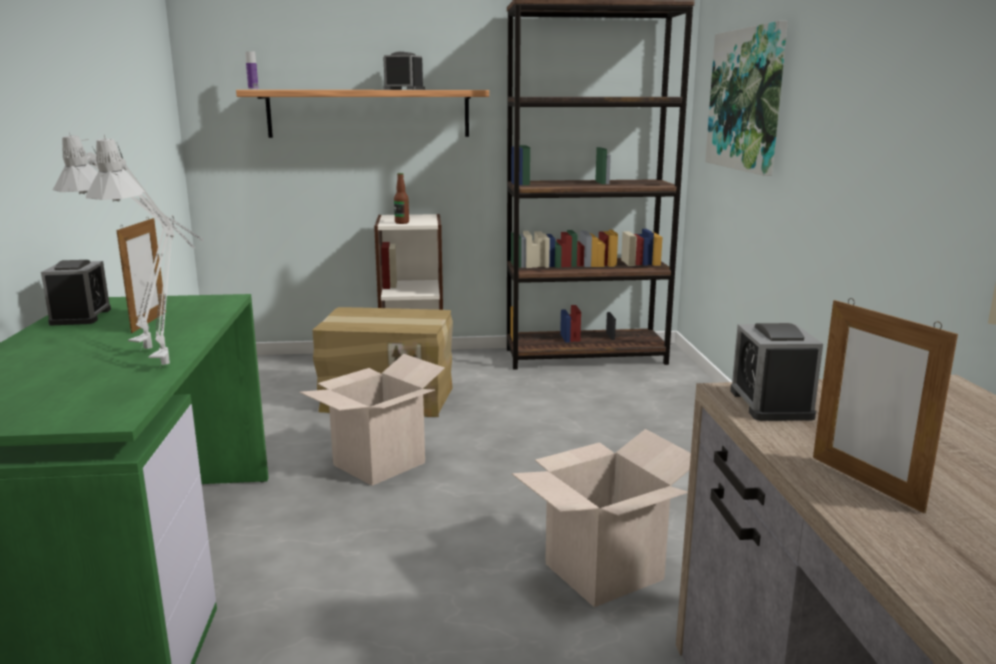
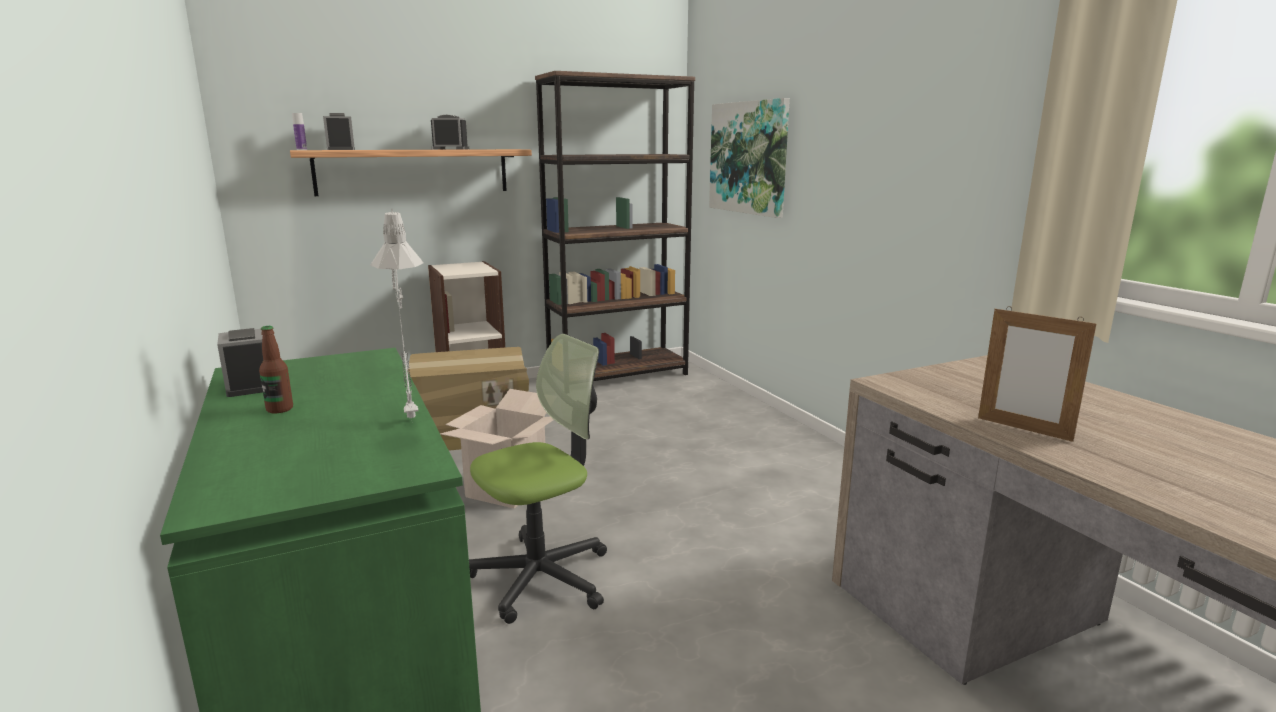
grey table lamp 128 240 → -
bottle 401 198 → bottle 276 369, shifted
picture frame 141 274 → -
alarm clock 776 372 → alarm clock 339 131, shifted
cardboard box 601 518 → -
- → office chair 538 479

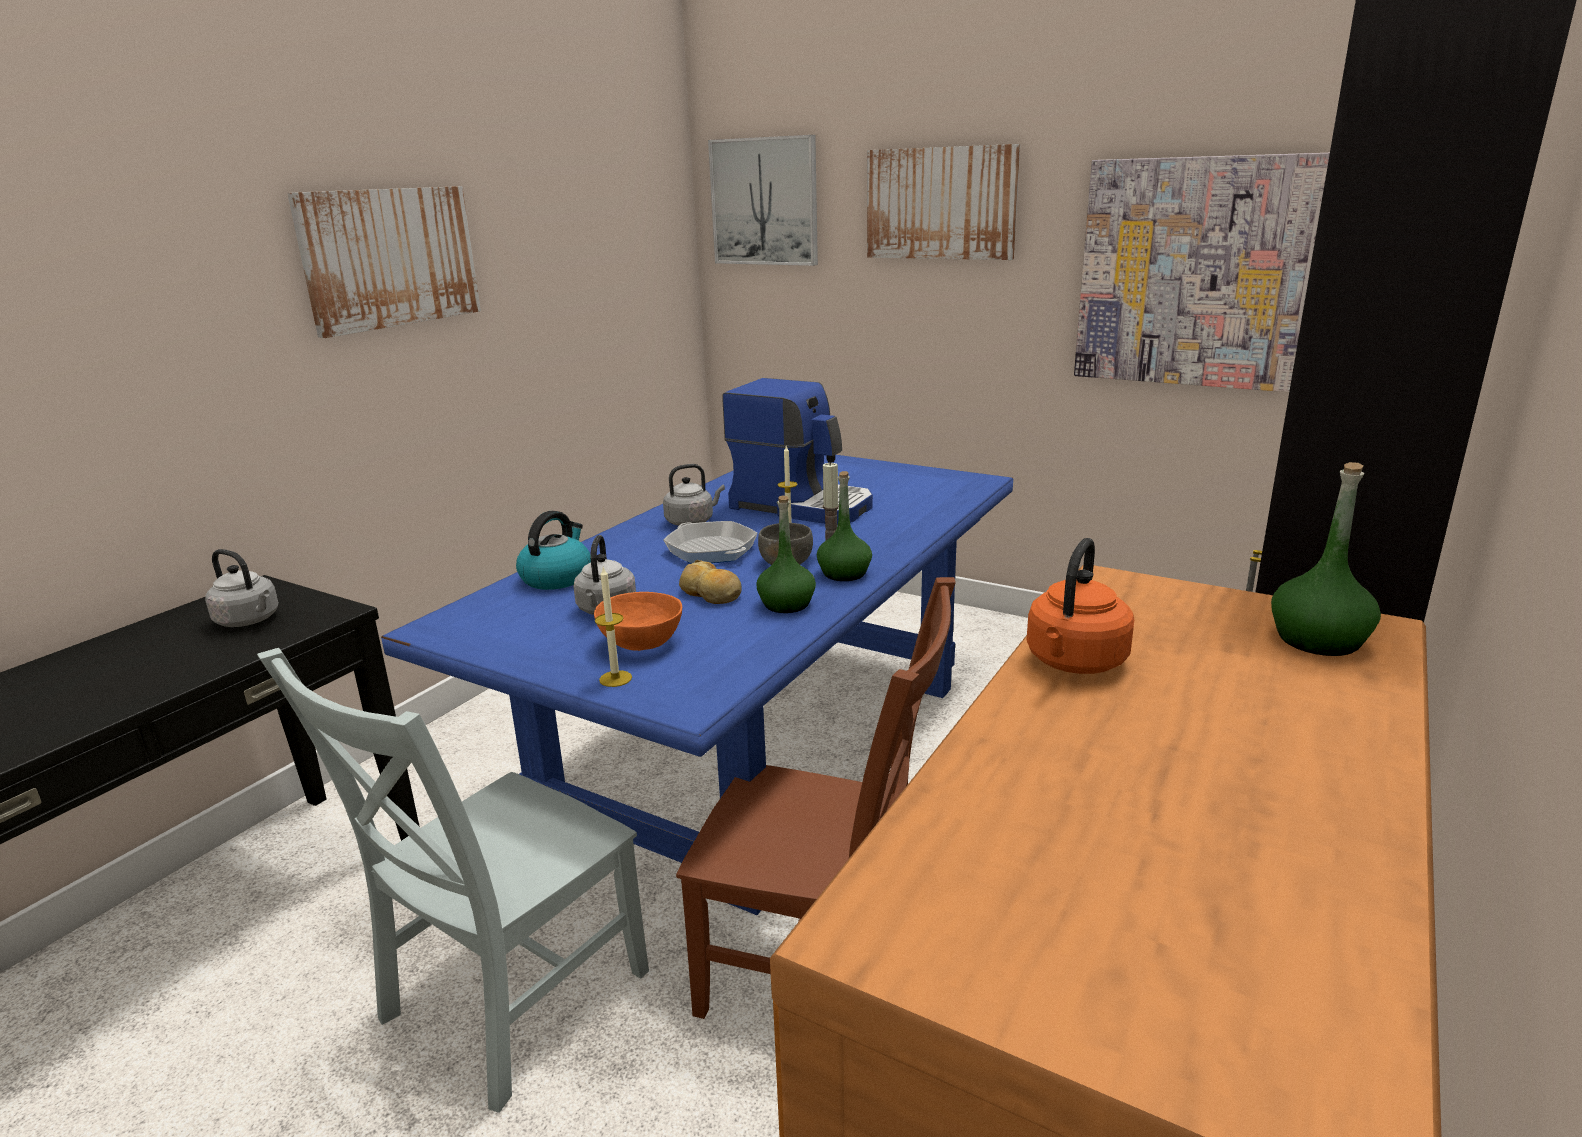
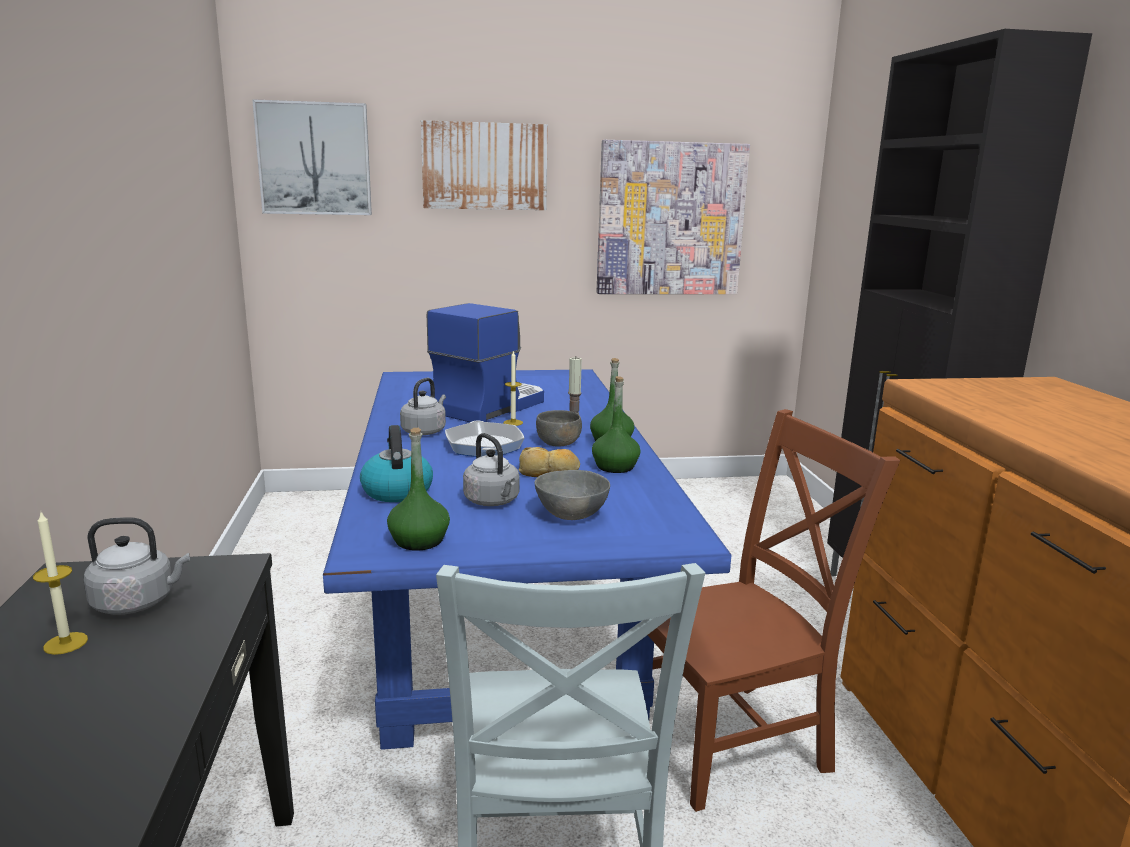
picture 384 262 → -
coffee machine 797 451 → coffee machine 485 362, 45 degrees counterclockwise
green bottle 1326 559 → green bottle 418 489, shifted
frying pan 710 542 → frying pan 484 439, 120 degrees counterclockwise
orange kettle 1080 606 → -
candle 613 627 → candle 60 583, shifted
orange bowl 638 621 → grey bowl 572 495

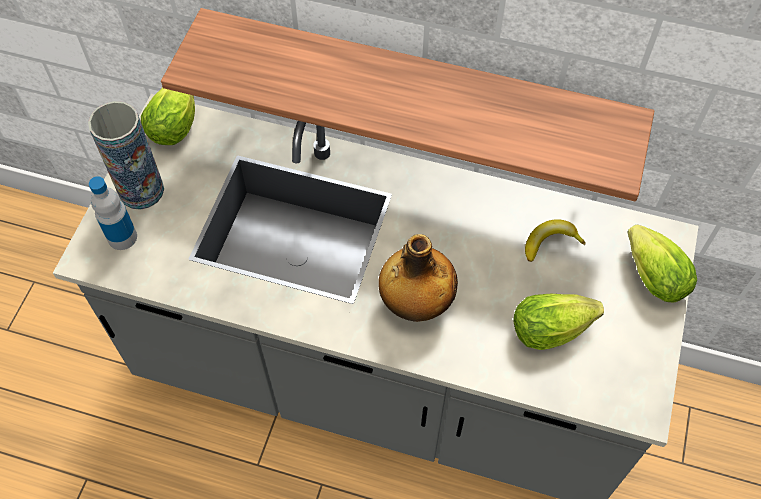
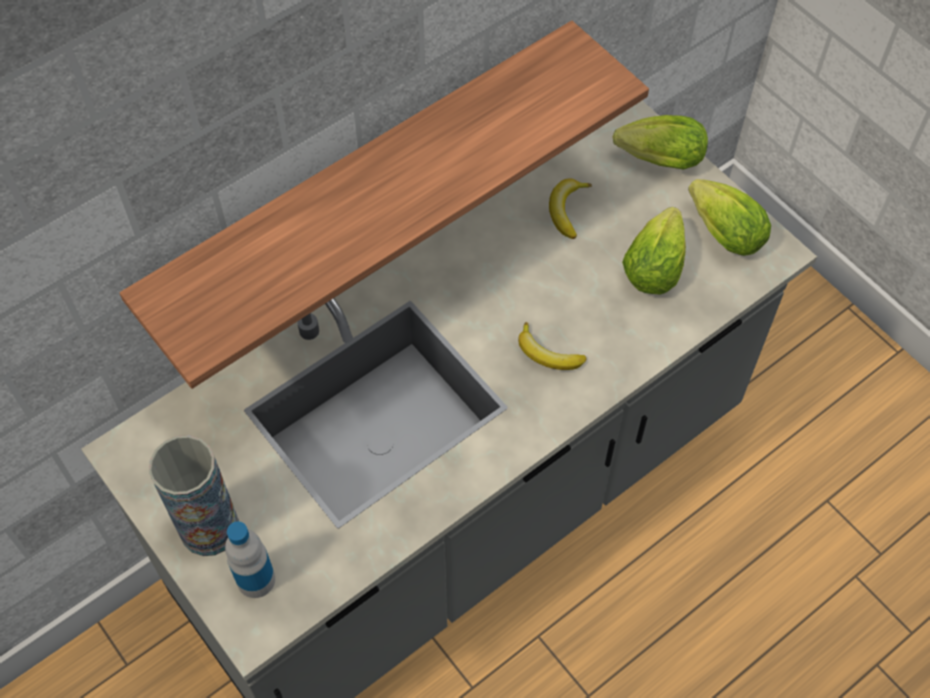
lettuce 168 116 → lettuce 729 217, shifted
bottle 418 278 → banana 552 346

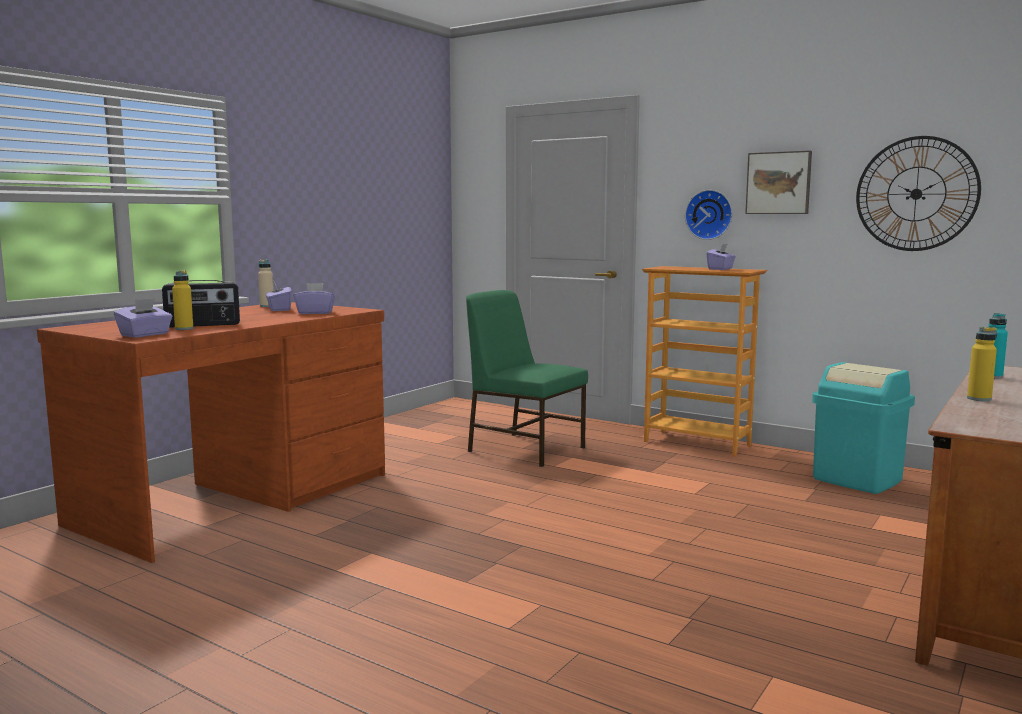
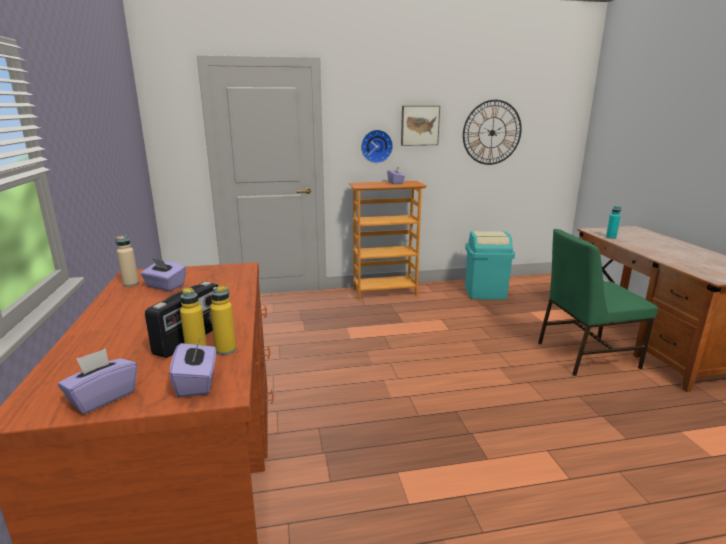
purple tissue box 314 298 → purple tissue box 97 381, shifted
green chair 527 378 → green chair 598 302, shifted
yellow bottle 982 364 → yellow bottle 223 320, shifted

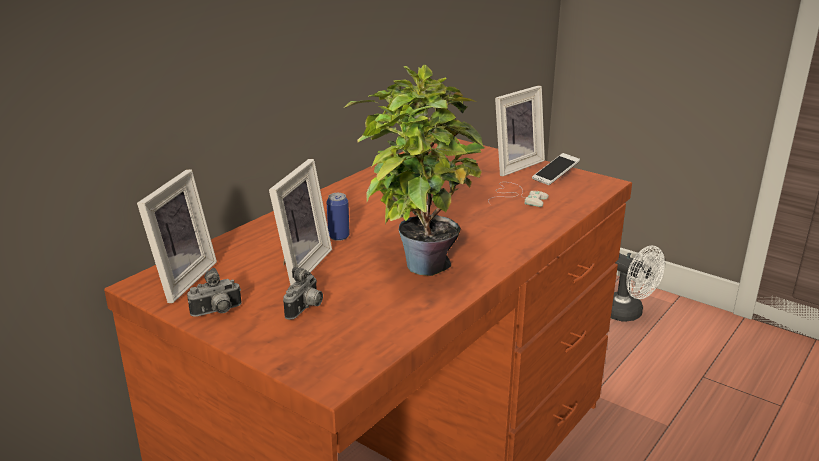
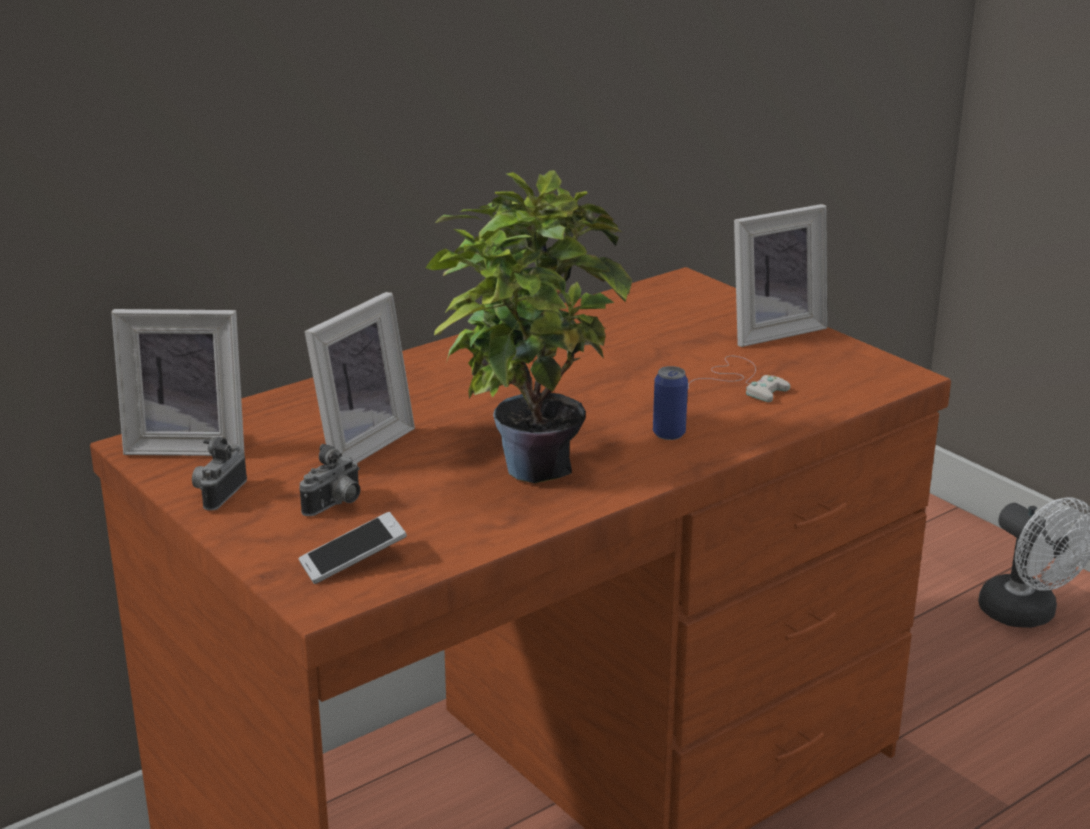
phone 556 169 → phone 352 548, shifted
picture frame 177 236 → picture frame 178 382, 60 degrees clockwise
can 338 217 → can 670 403, shifted
photo camera 214 292 → photo camera 219 474, 120 degrees clockwise

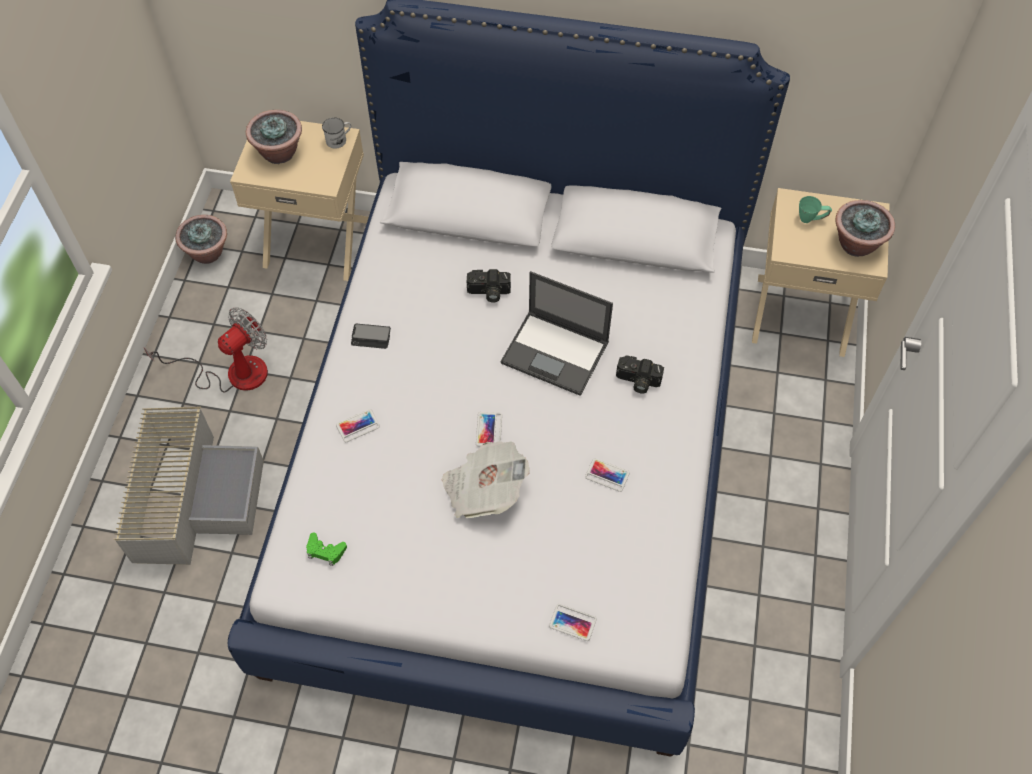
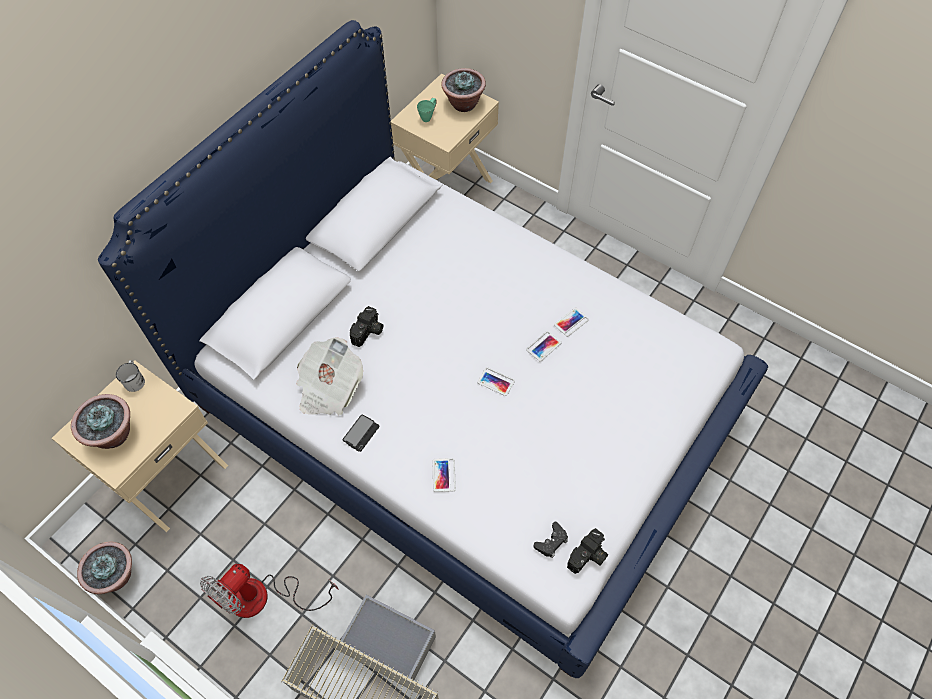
laptop 556 333 → -
fan 206 350 → fan 269 591, 120 degrees counterclockwise
photo camera 640 375 → photo camera 587 551, shifted
newspaper 486 479 → newspaper 329 376, shifted
green game controller 326 549 → black game controller 550 540
phone 573 622 → phone 543 346, shifted

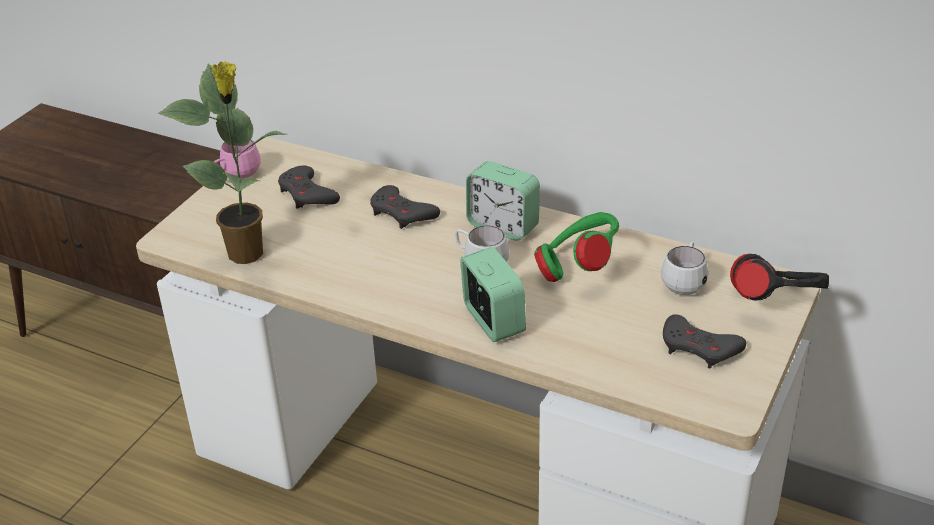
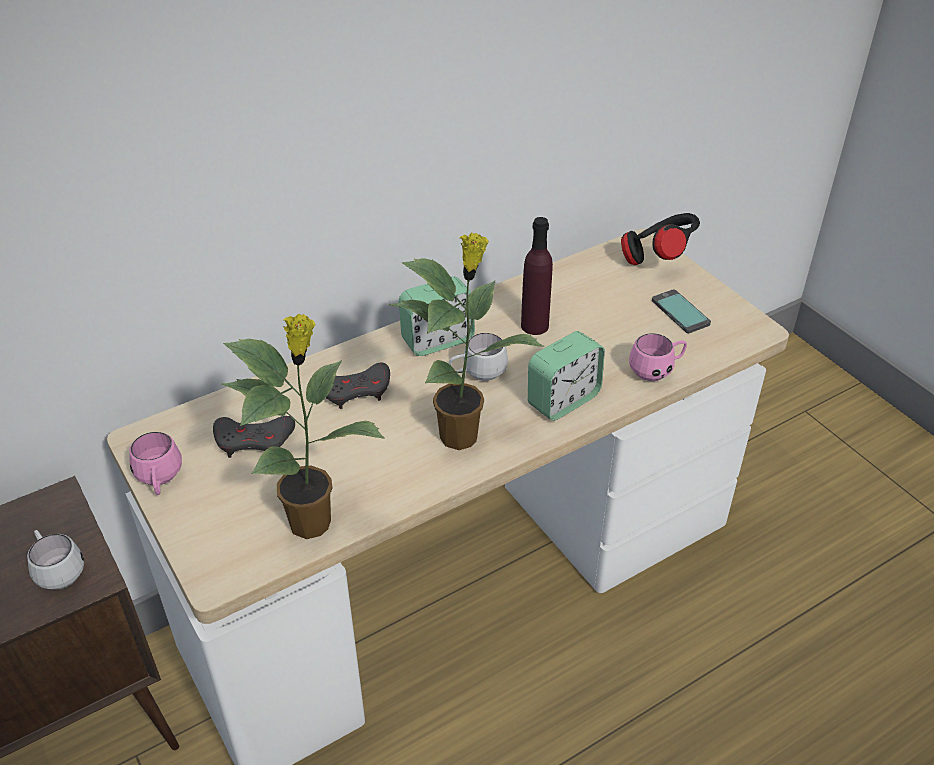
green headphones 576 247 → purple bottle 537 276
white mug 684 268 → white mug 55 560, shifted
alarm clock 493 294 → alarm clock 566 376, 135 degrees clockwise
grey game controller 704 341 → phone 681 311
- → potted plant 467 341
- → pink mug 658 357

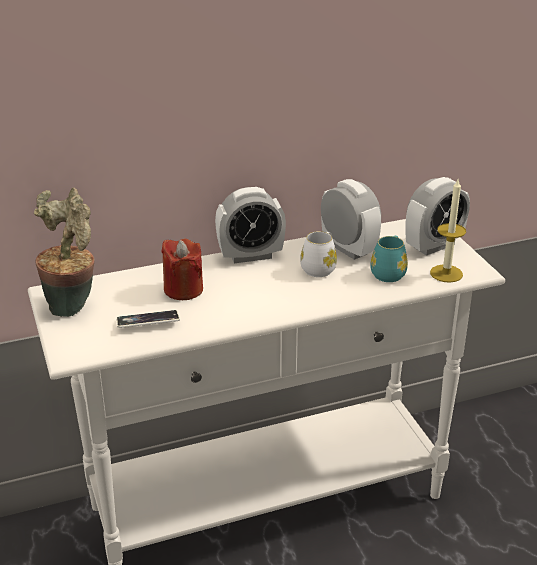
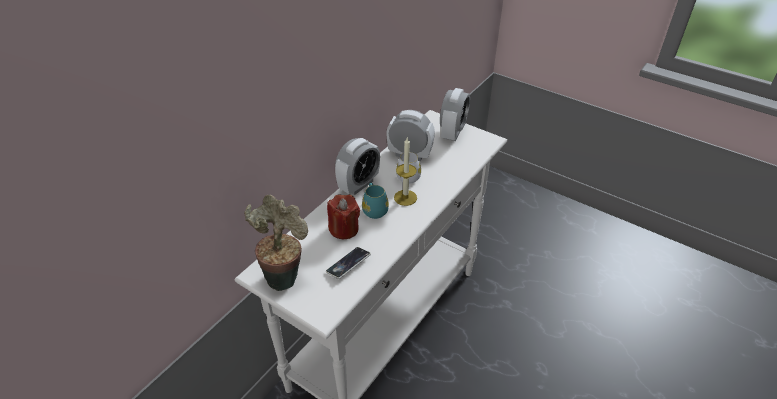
candle 448 231 → candle 405 172, shifted
turquoise mug 389 259 → turquoise mug 375 201, shifted

